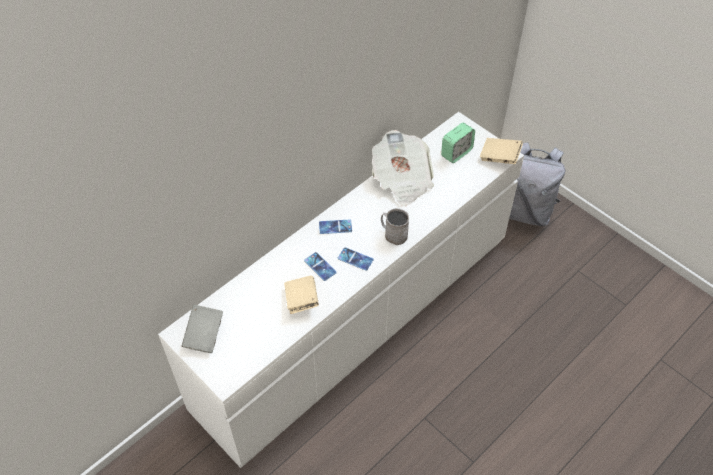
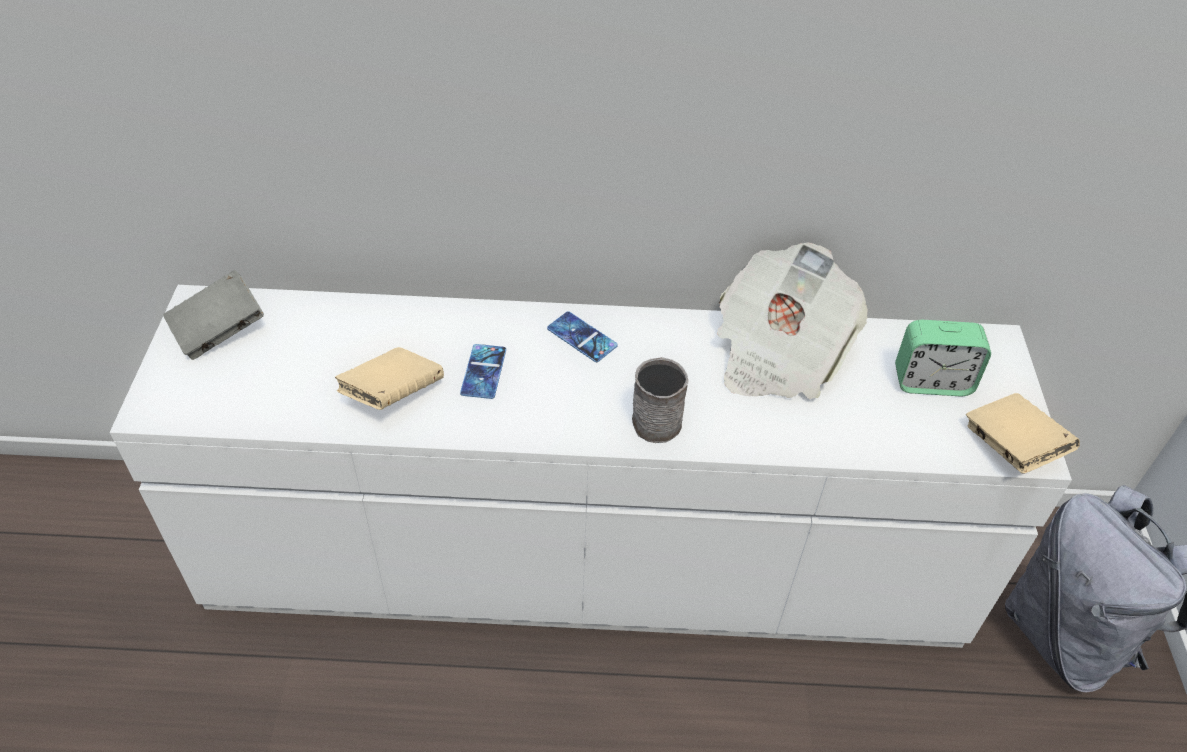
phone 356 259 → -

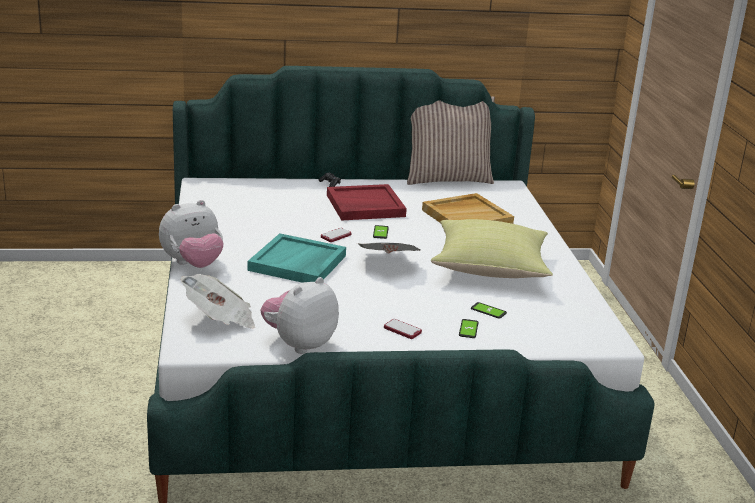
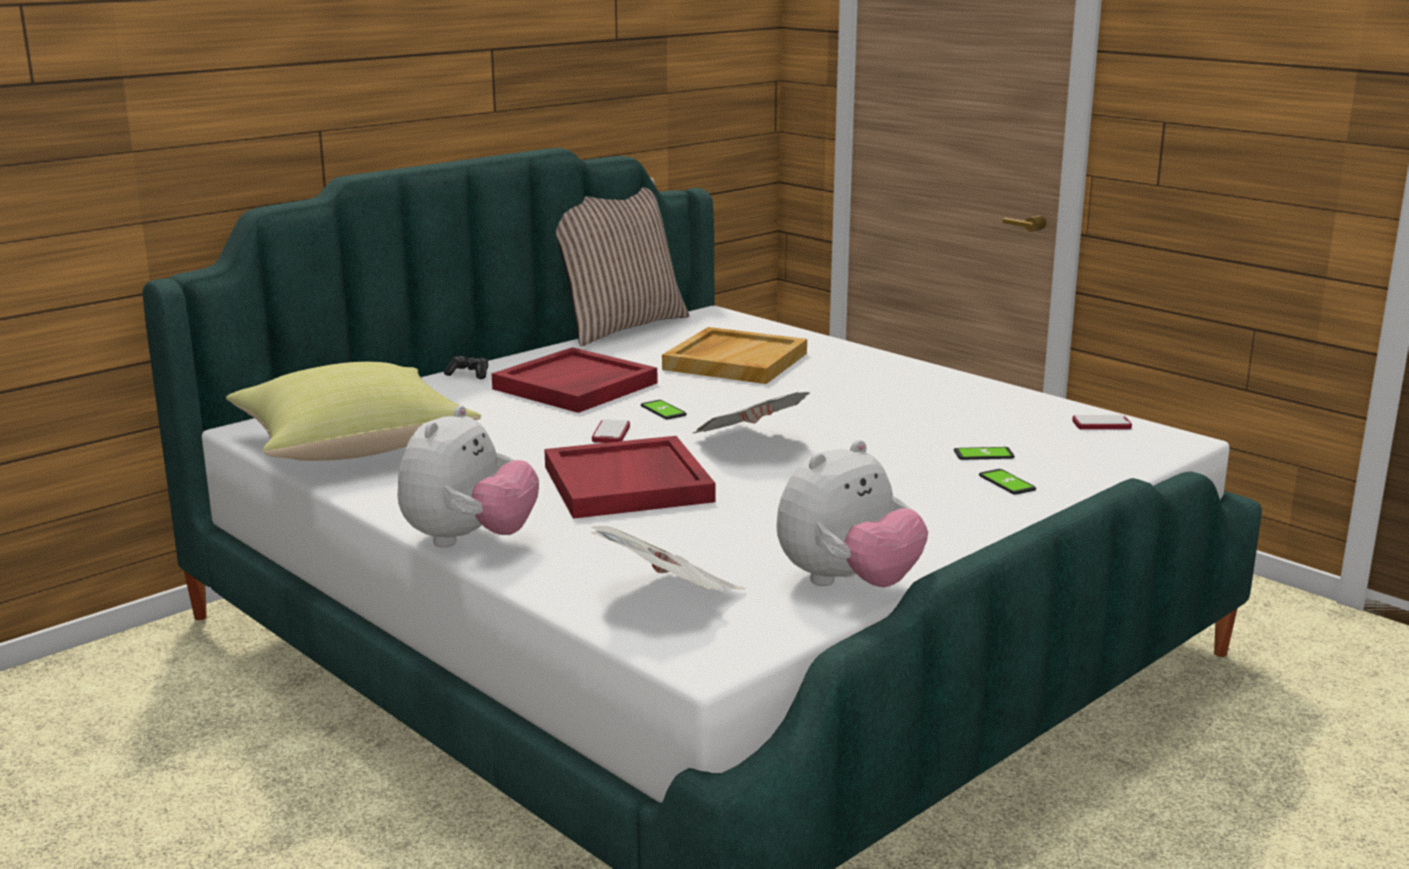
yellow pillow 492 248 → yellow pillow 353 411, shifted
turquoise tray 297 258 → red tray 630 477
plush toy 300 315 → plush toy 852 513, 135 degrees counterclockwise
phone 403 329 → phone 1102 422, shifted

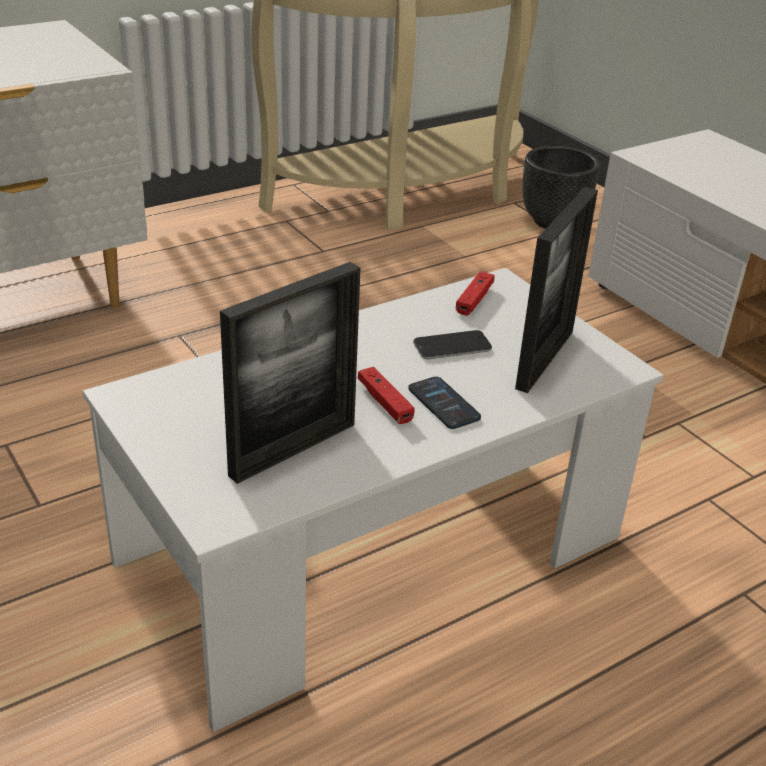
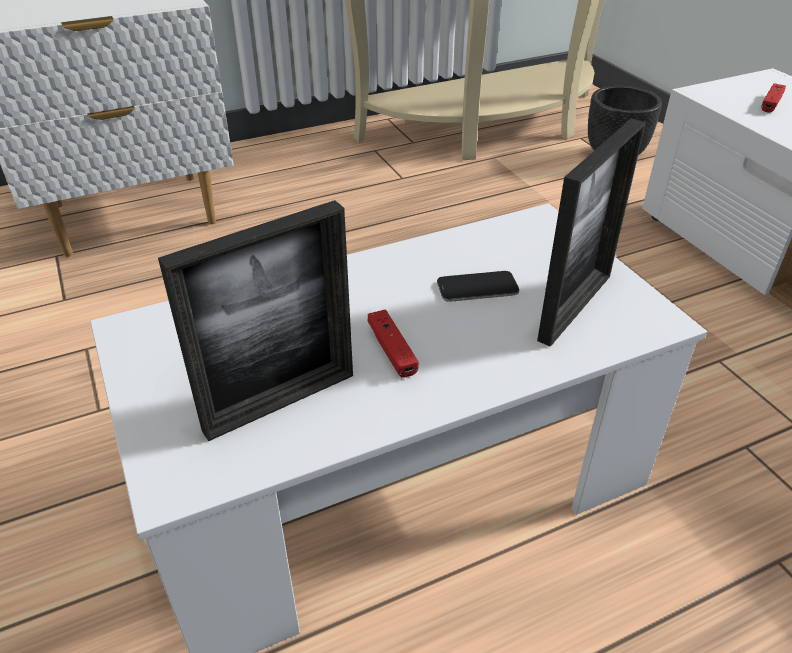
red game controller 475 293 → red game controller 773 98, shifted
phone 444 403 → -

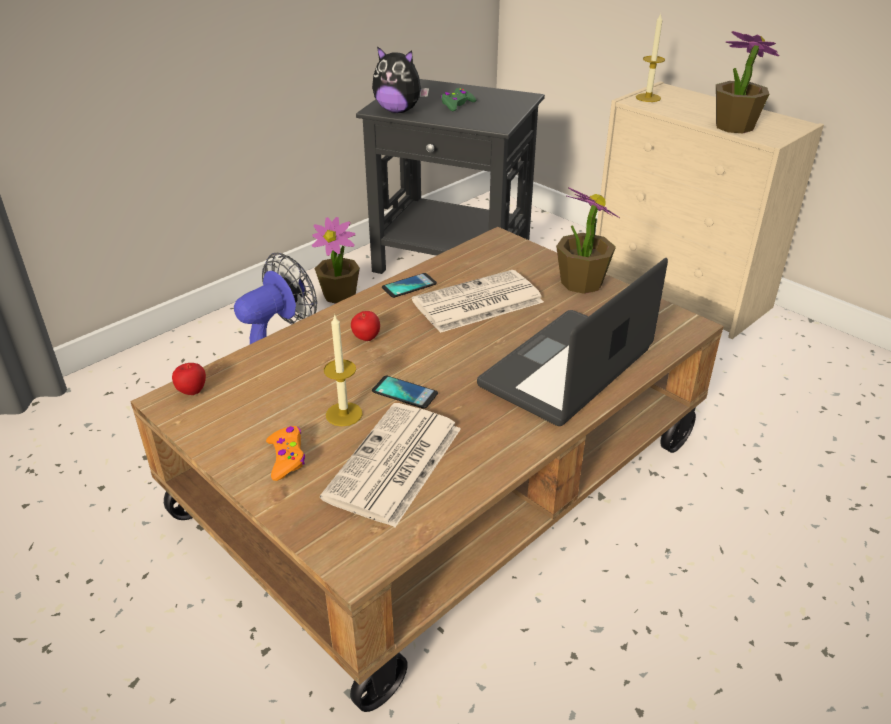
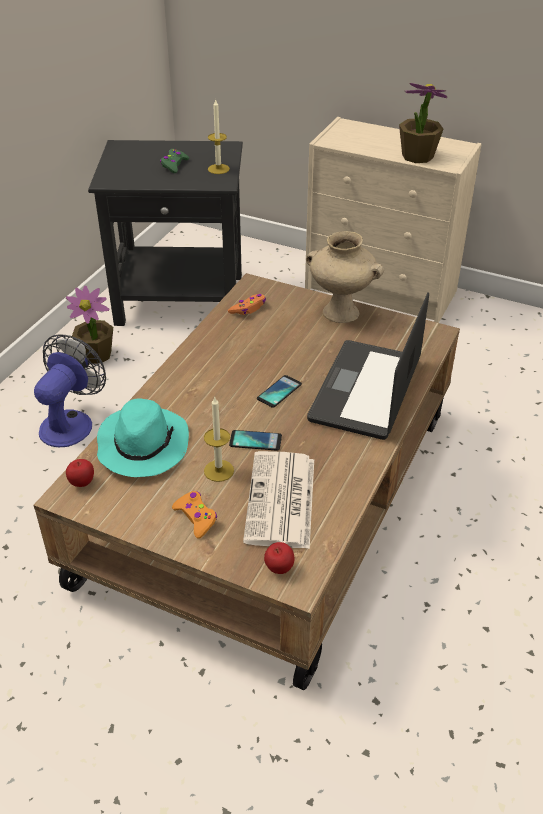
candle 650 57 → candle 219 137, shifted
plush toy 400 79 → -
potted plant 588 240 → beige vase 345 277
newspaper 478 301 → -
phone 409 285 → phone 279 391, shifted
apple 365 326 → apple 279 558, shifted
- → orange game controller 247 304
- → turquoise hat 143 437

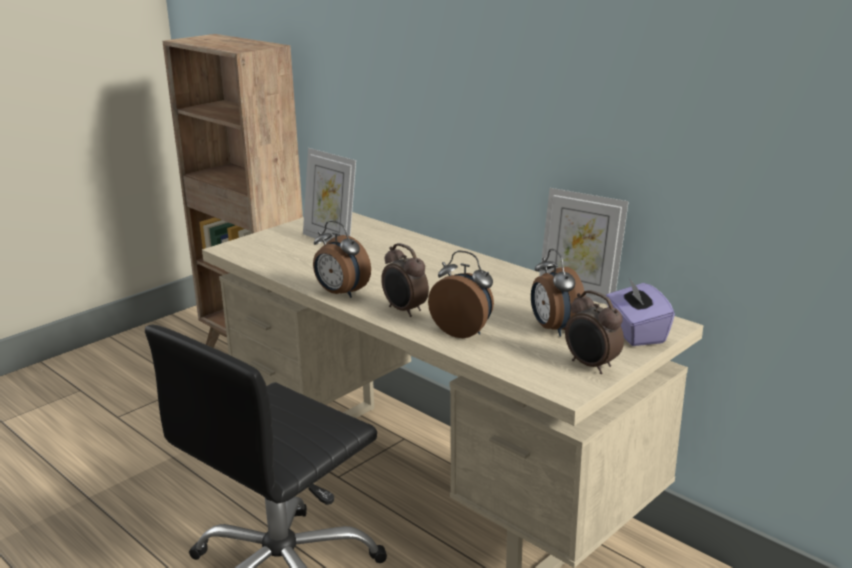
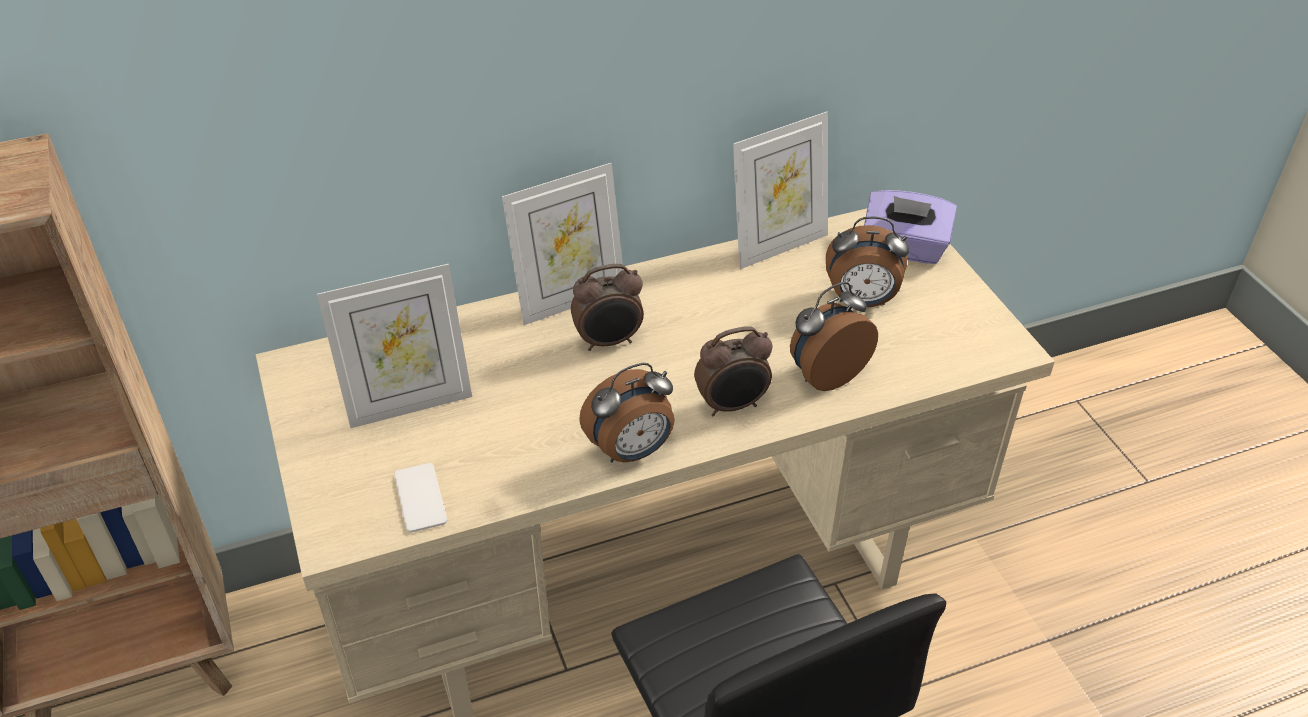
alarm clock 594 332 → alarm clock 607 307, shifted
- → picture frame 562 244
- → phone 420 497

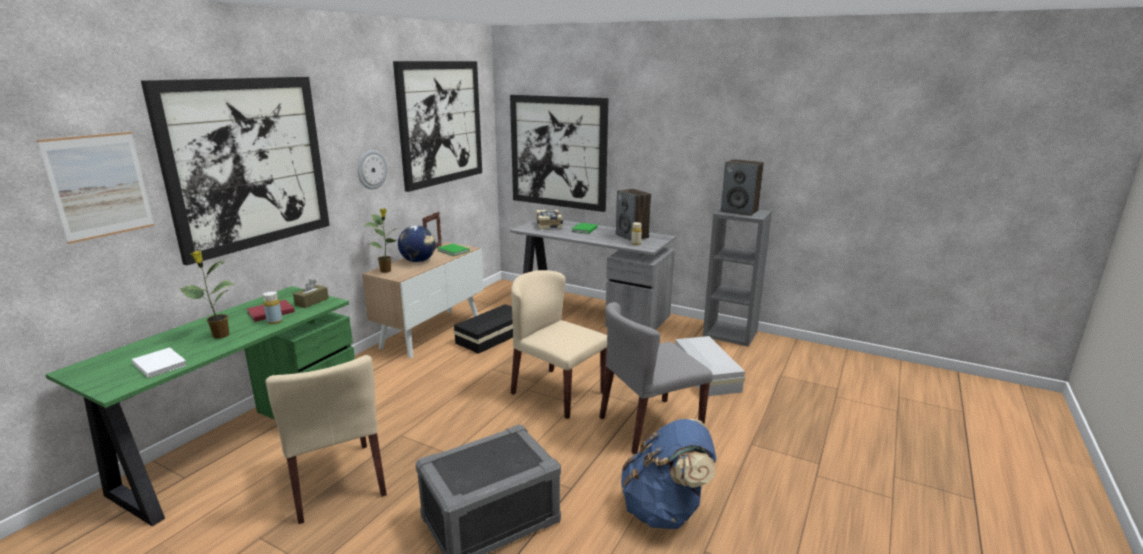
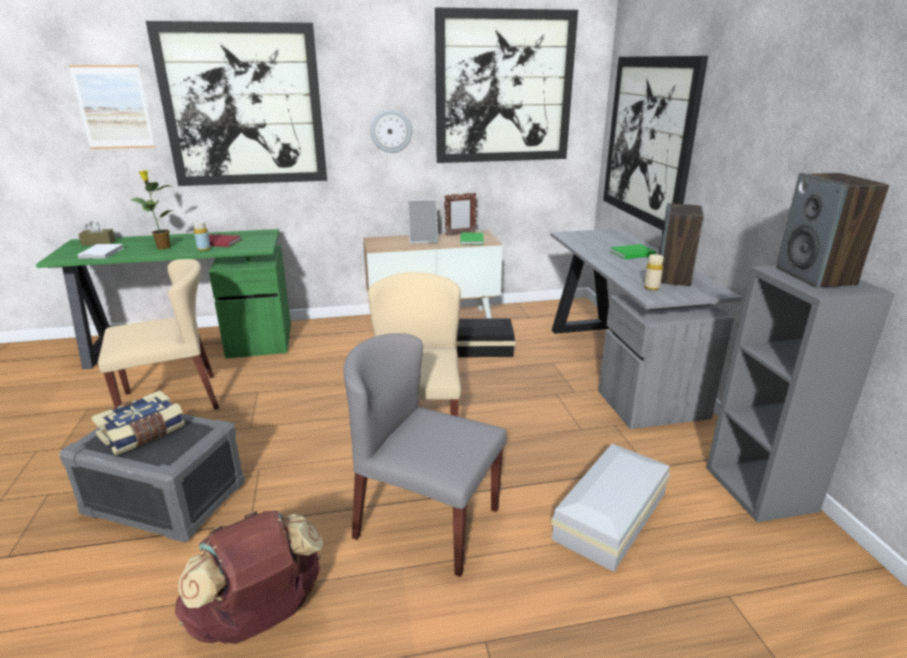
potted plant 381 240 → -
book 549 219 → book 138 422, shifted
globe 417 244 → picture frame 422 221
brown tissue box 311 293 → brown tissue box 96 233, shifted
beige chair 326 439 → beige chair 158 334, 135 degrees counterclockwise
blue backpack 669 474 → brown backpack 249 577

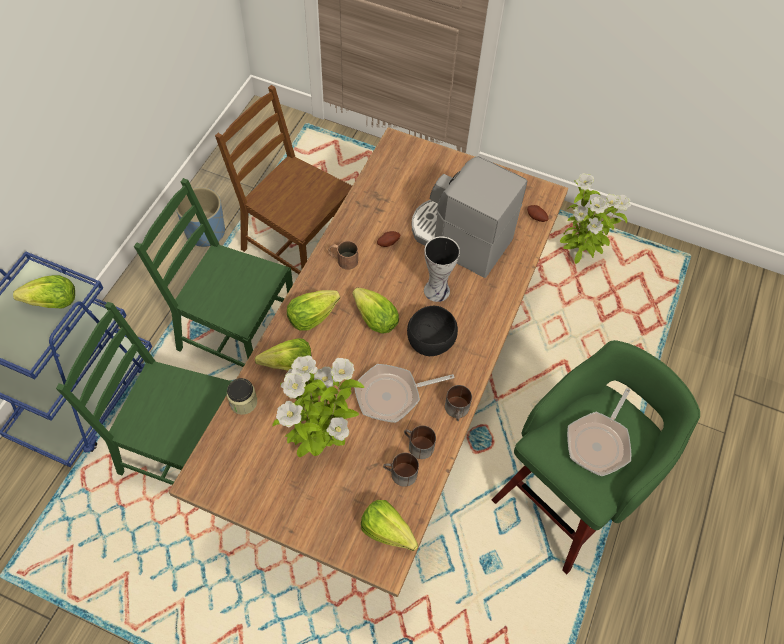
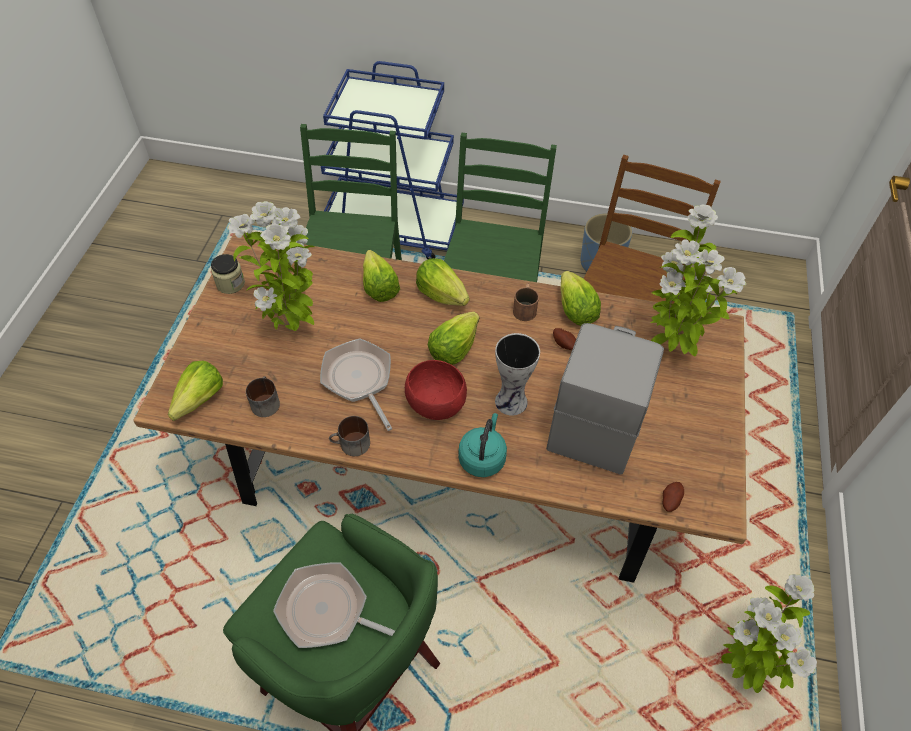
lettuce 44 291 → lettuce 580 298, shifted
black bowl 432 331 → red bowl 436 390
jar 242 396 → jar 228 274, shifted
mug 420 442 → -
- → potted plant 698 280
- → turquoise kettle 482 445

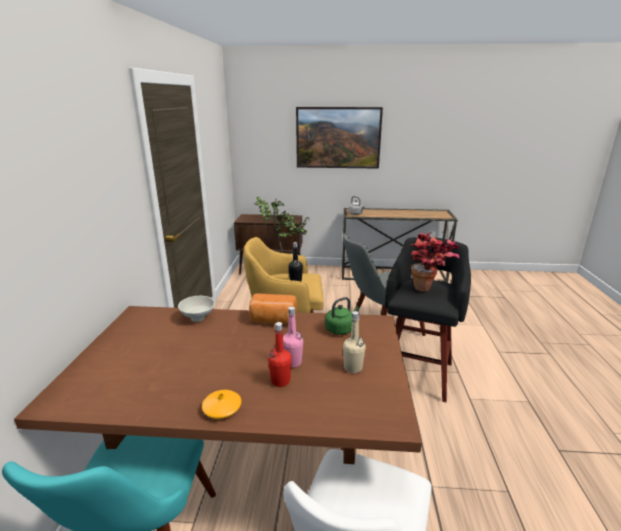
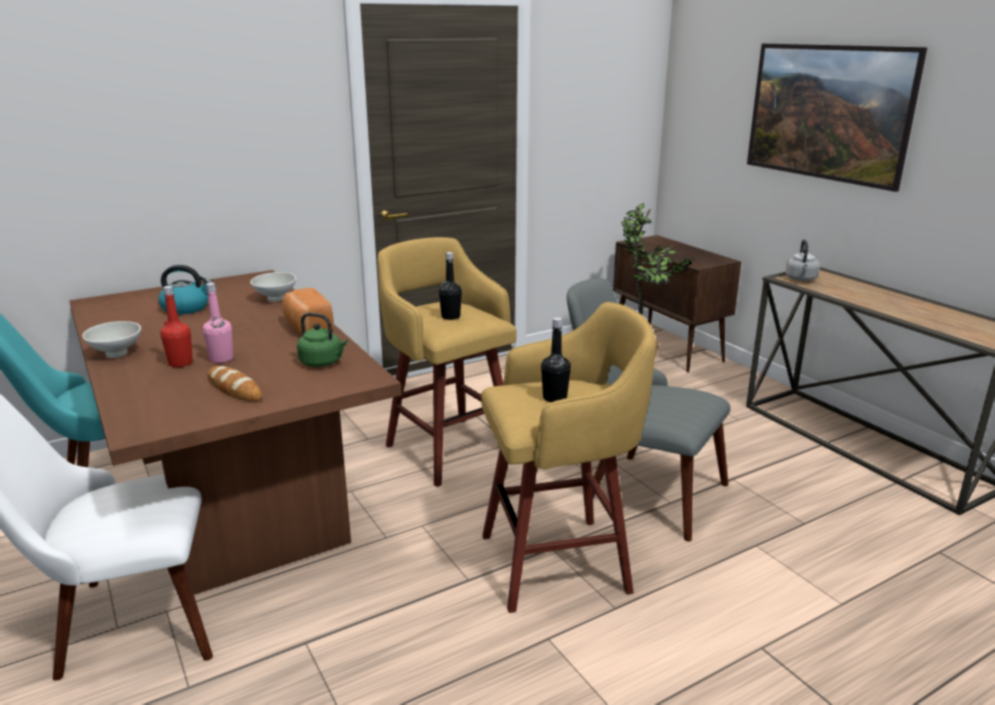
potted plant 434 262 → black bottle 556 360
black stool 428 319 → yellow stool 568 457
beige bottle 354 342 → bread 234 383
orange vase 221 404 → white bowl 111 339
- → kettle 185 290

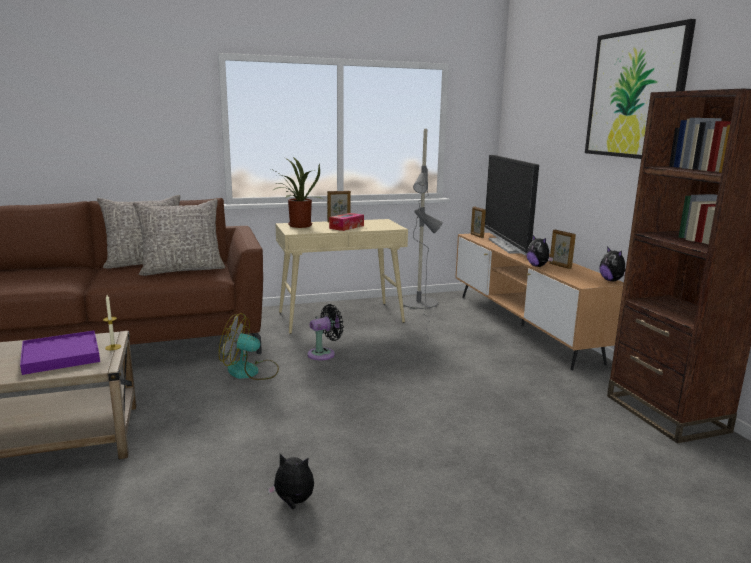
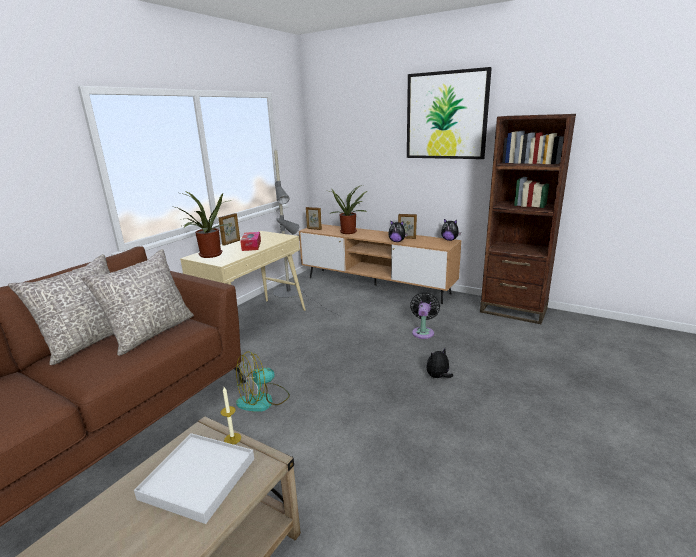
television 512 205 → potted plant 348 209
black fan 326 332 → black fan 425 315, shifted
purple tray 60 353 → white tray 194 478
plush toy 290 481 → plush toy 439 363, shifted

